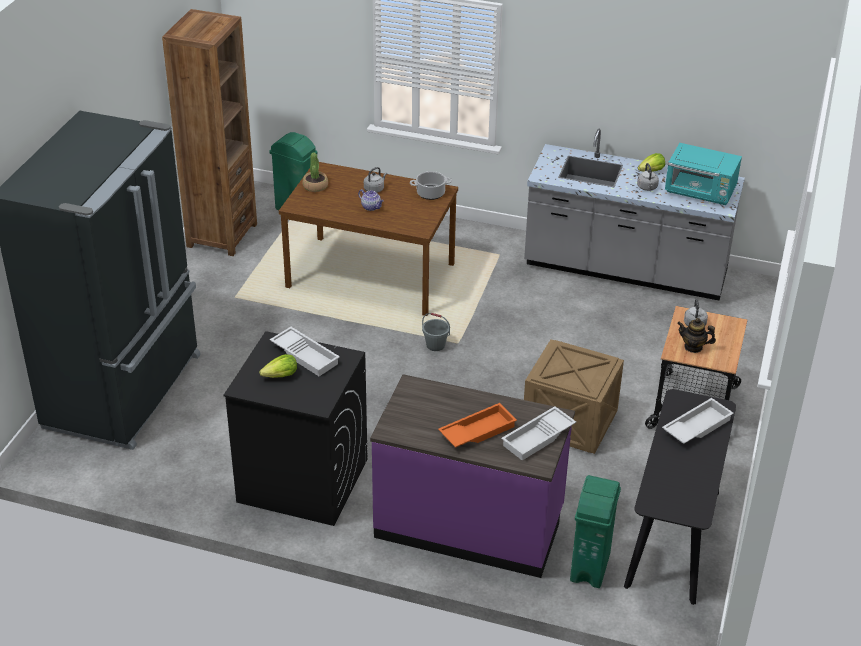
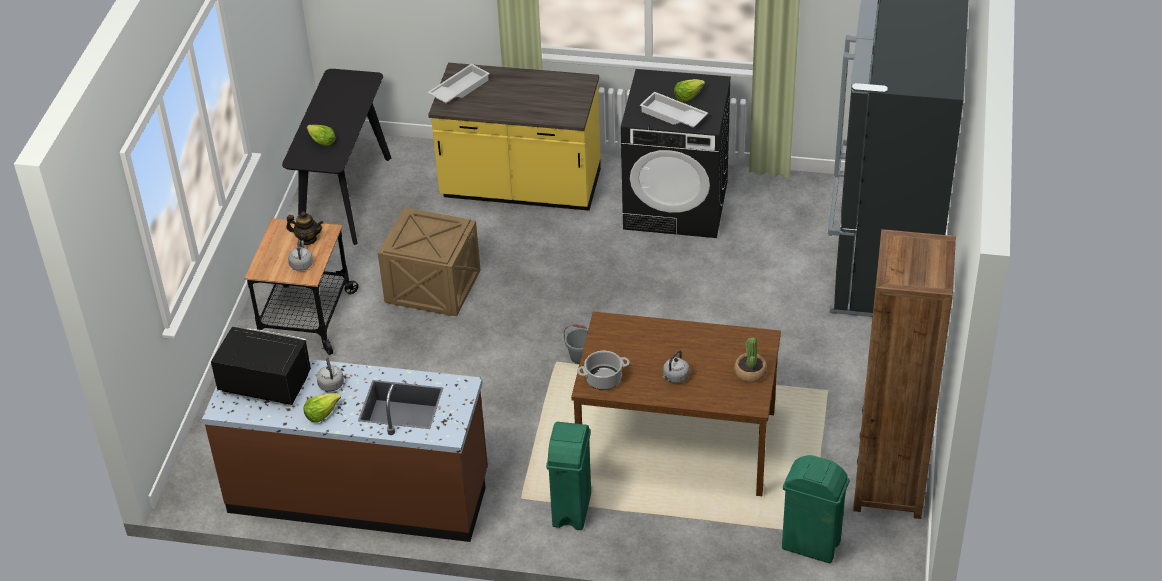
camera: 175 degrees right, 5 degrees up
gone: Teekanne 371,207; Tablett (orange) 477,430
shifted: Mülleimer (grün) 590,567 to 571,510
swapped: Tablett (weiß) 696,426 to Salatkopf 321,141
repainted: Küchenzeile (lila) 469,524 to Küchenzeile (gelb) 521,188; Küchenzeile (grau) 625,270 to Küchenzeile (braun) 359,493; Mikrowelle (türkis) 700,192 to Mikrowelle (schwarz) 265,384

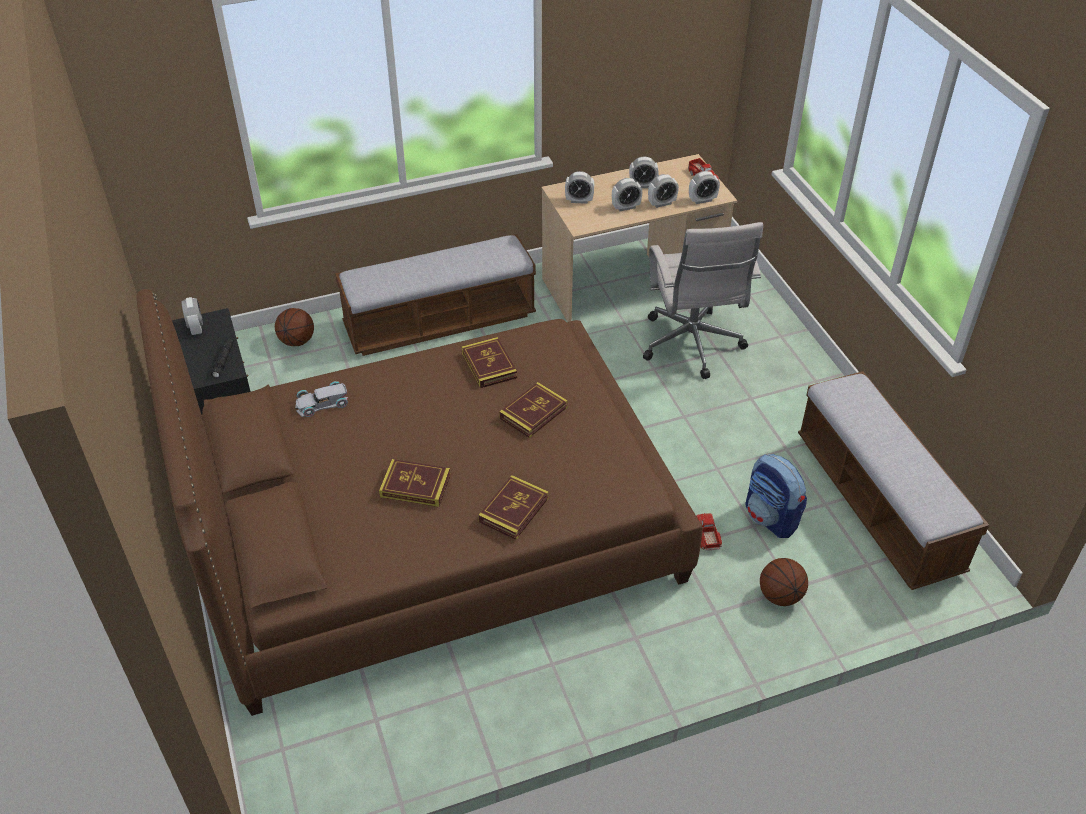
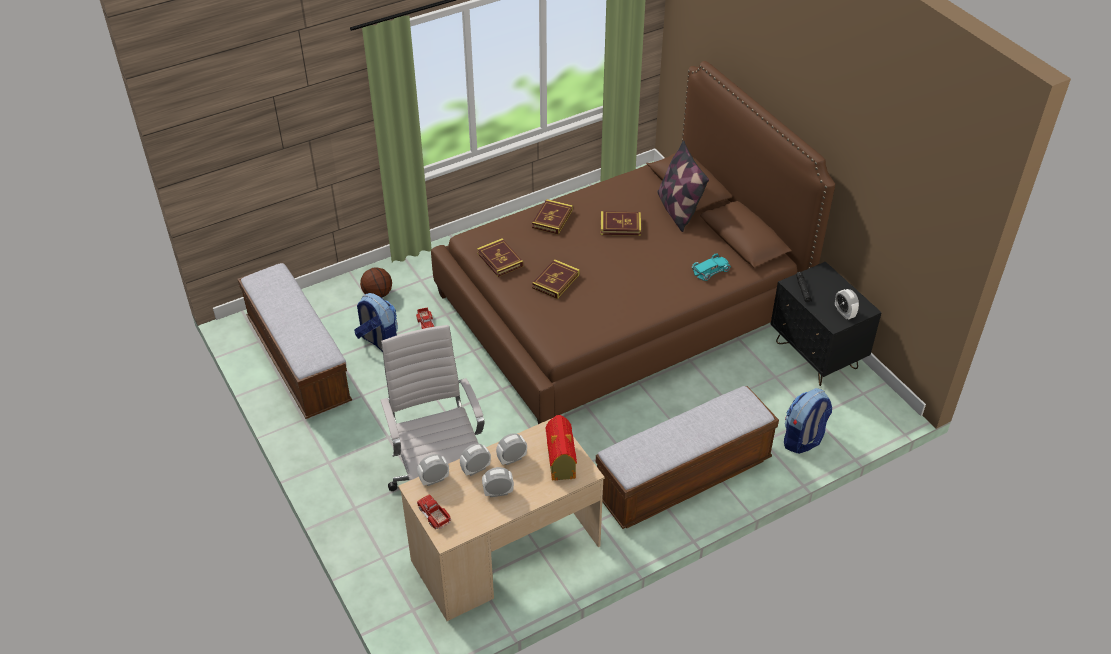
camera: 170 degrees right, 0 degrees up
new: Kissen 678,210
shifted: Buch 489,365 to 500,260
swapped: Basketball 297,341 to Rucksack 803,439; Wecker 579,200 to Spielzeughaus 561,462
repainted: Spielzeugauto (weiß) 321,403 to Spielzeugauto (türkis) 711,270

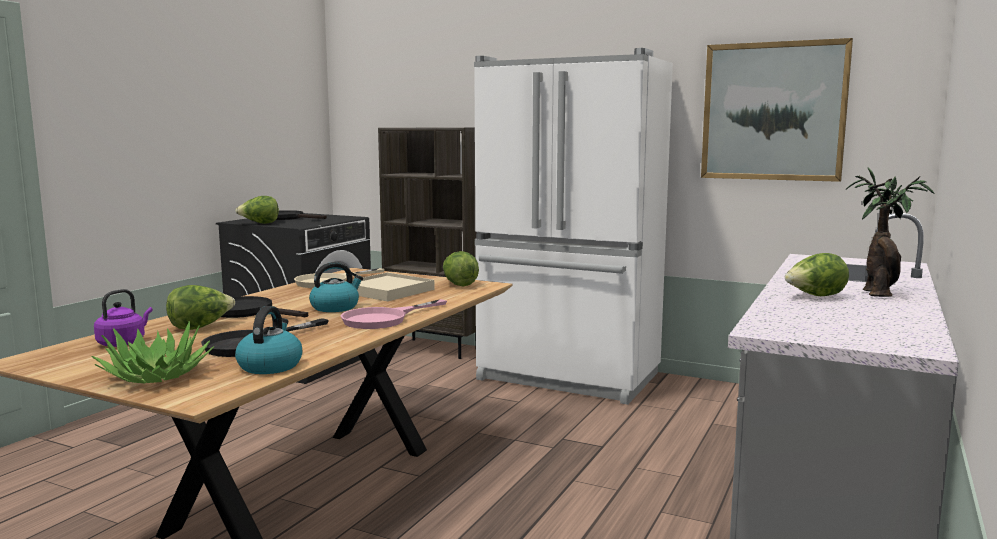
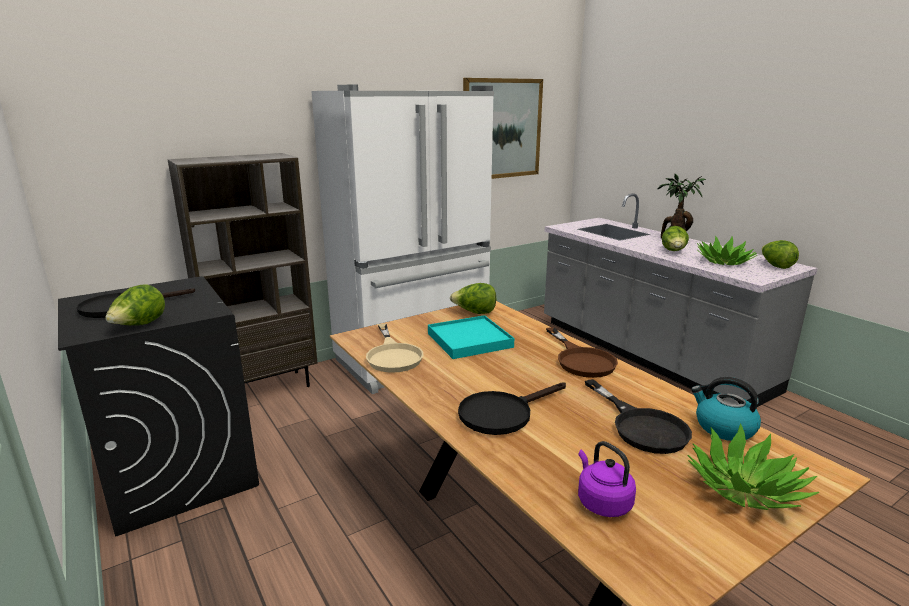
camera: 60 degrees left, 10 degrees up
gone: Wasserkessel 335,307
new: Topfpflanze 724,262
shifted: Salatkopf 200,327 to 775,266
repainted: Pfanne (rosa) 384,319 to Pfanne (braun) 581,360; Tablett (beige) 387,291 to Tablett (türkis) 469,340

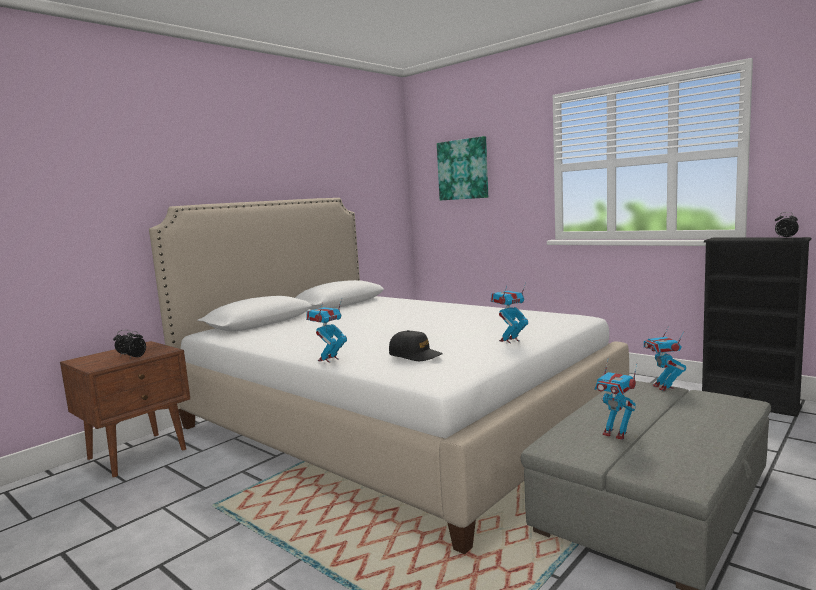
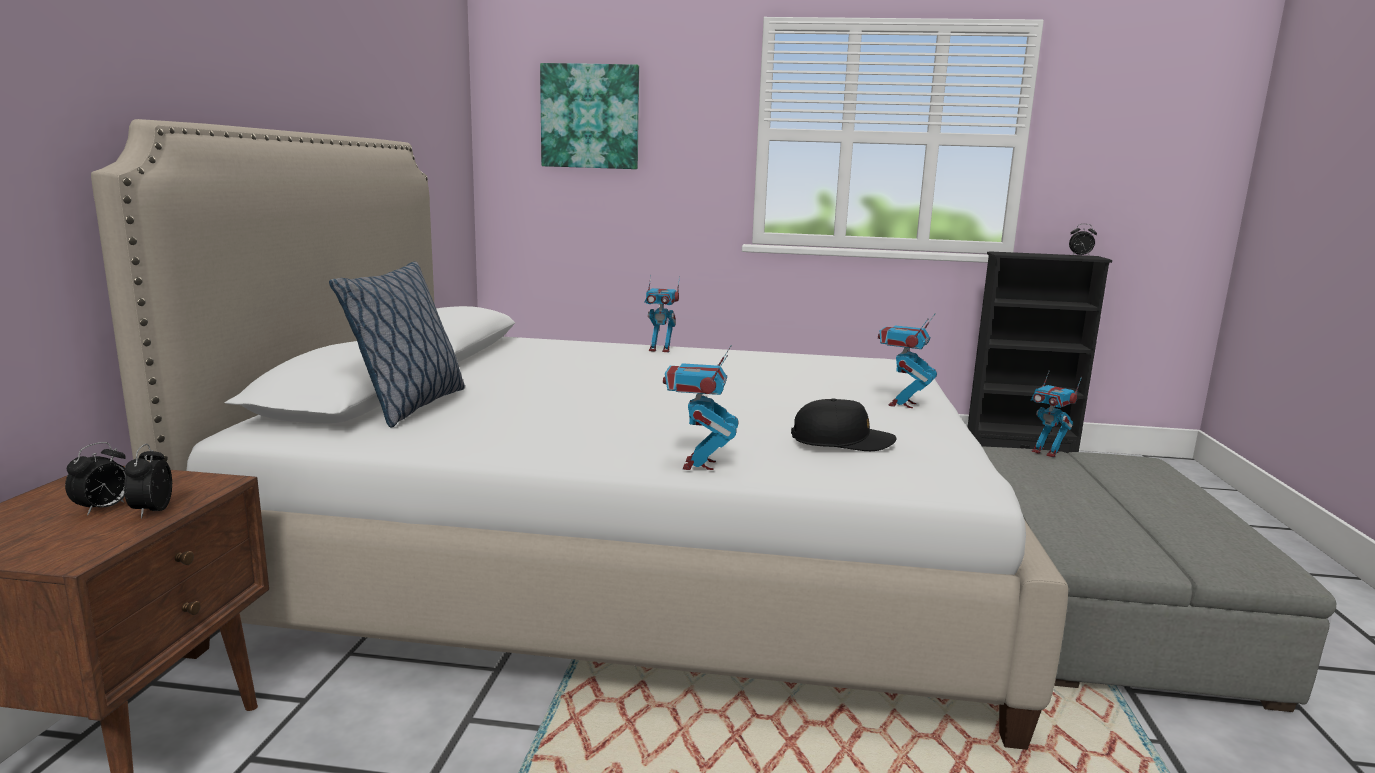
camera: 35 degrees left, 5 degrees up
new: Kissen 409,406
shifted: Spielzeugroboter 615,434 to 660,350

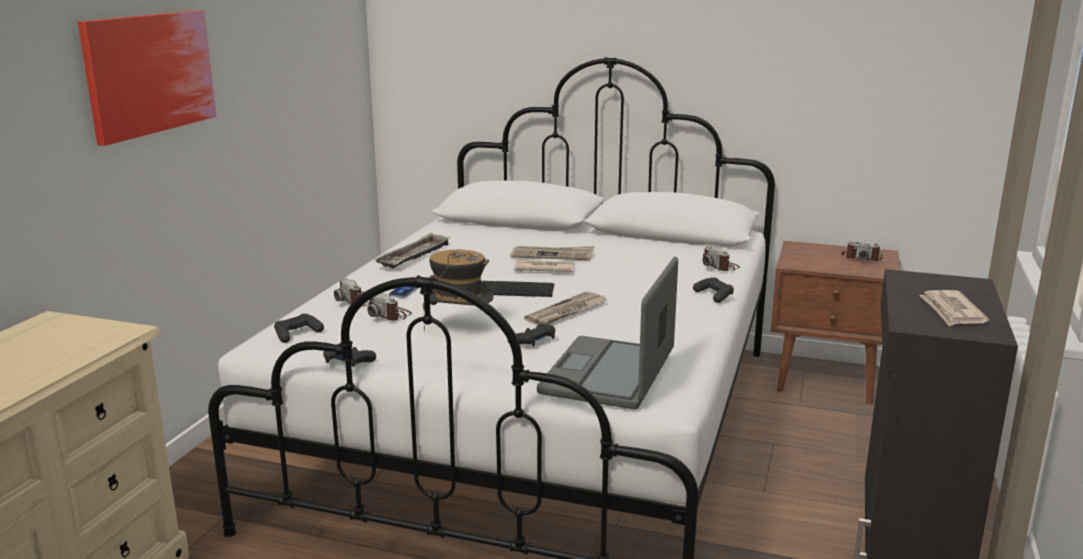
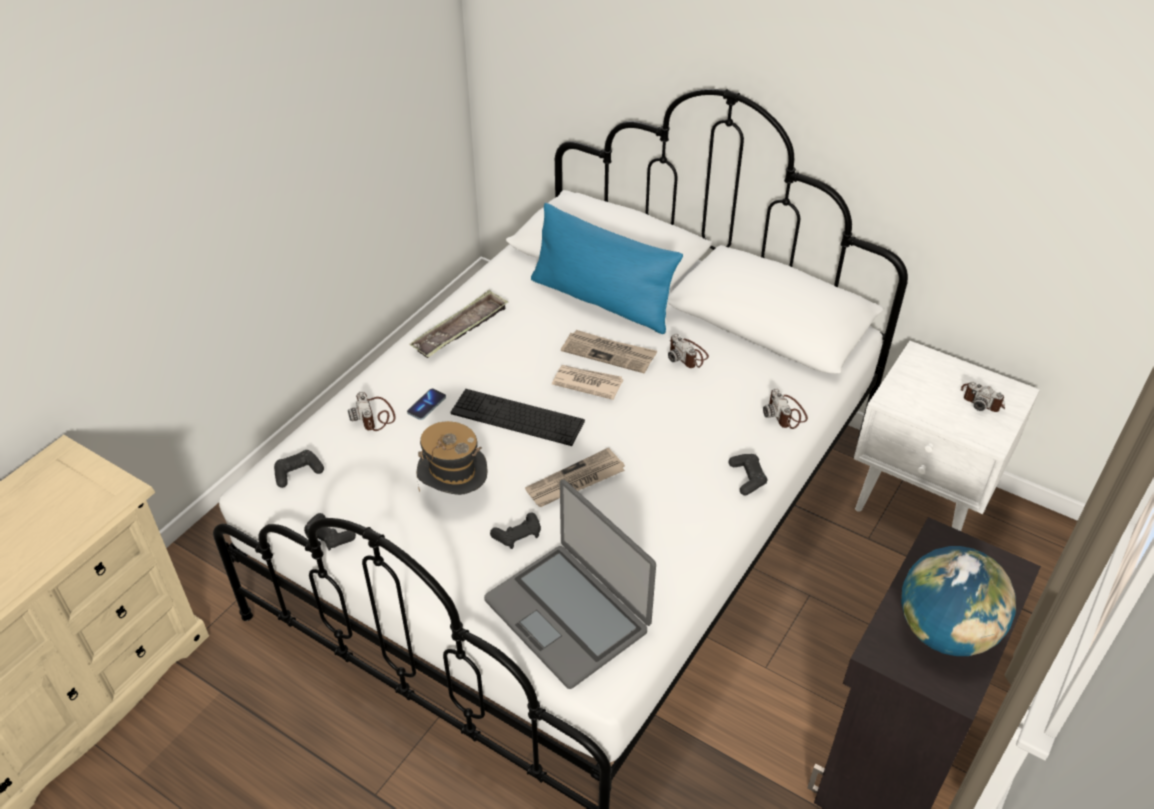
camera: 15 degrees right, 25 degrees up
gone: Bild 150,73
new: Kissen (blau) 601,300
shifted: Kamera 389,315 to 687,355
swapped: Zeitung 951,311 to Globus 945,631
repainted: Nachttisch (braun) 827,380 to Nachttisch (weiß) 921,502
rotated: Laptop 609,374 = 568,614 75 degrees counterclockwise

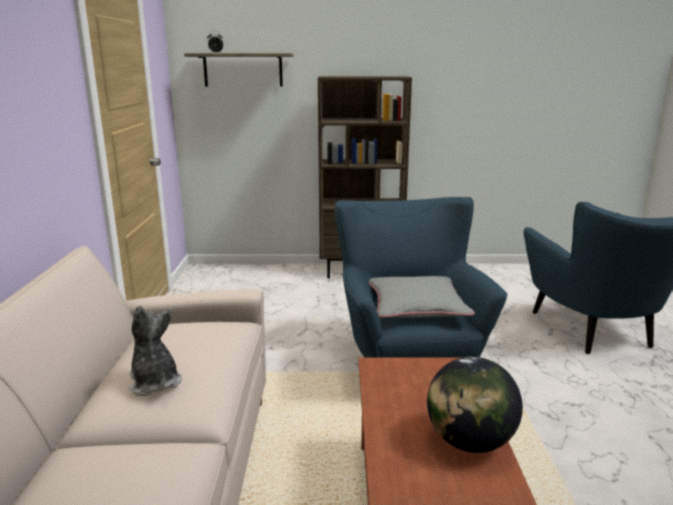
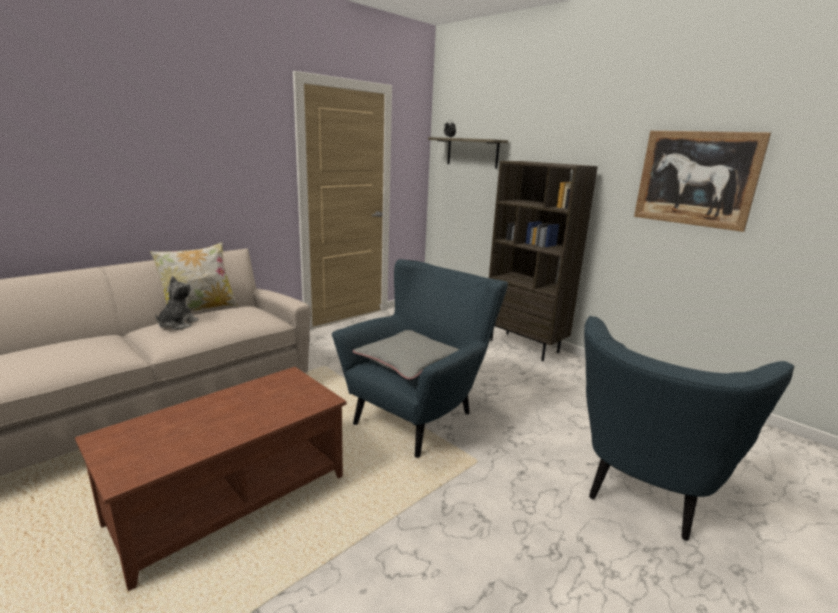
camera: 45 degrees right, 0 degrees up
gone: Globus 469,442
new: Kissen 199,310; Bild 696,178

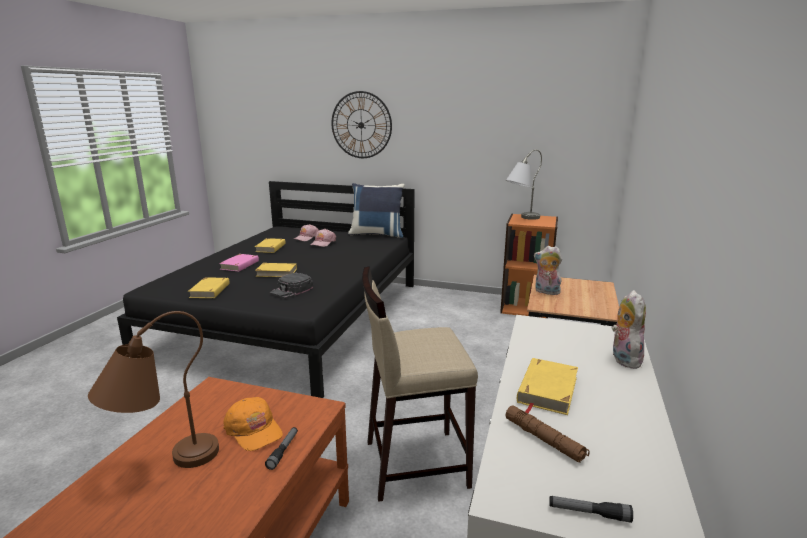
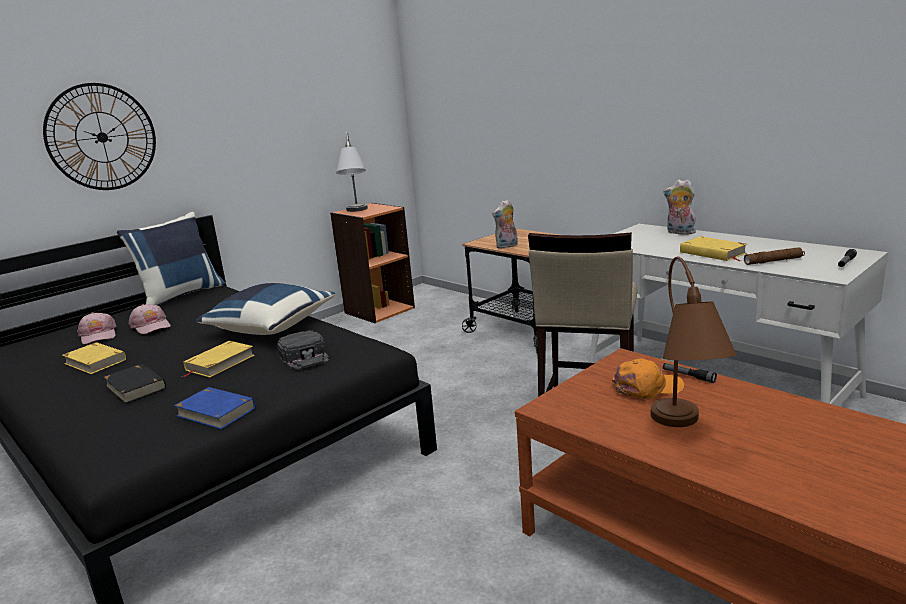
camera: 60 degrees left, 0 degrees up
new: Kissen (blau) 270,327
repainted: Buch (gelb) 210,290 to Buch (blau) 216,412; Buch (rosa) 240,265 to Buch (schwarz) 136,387

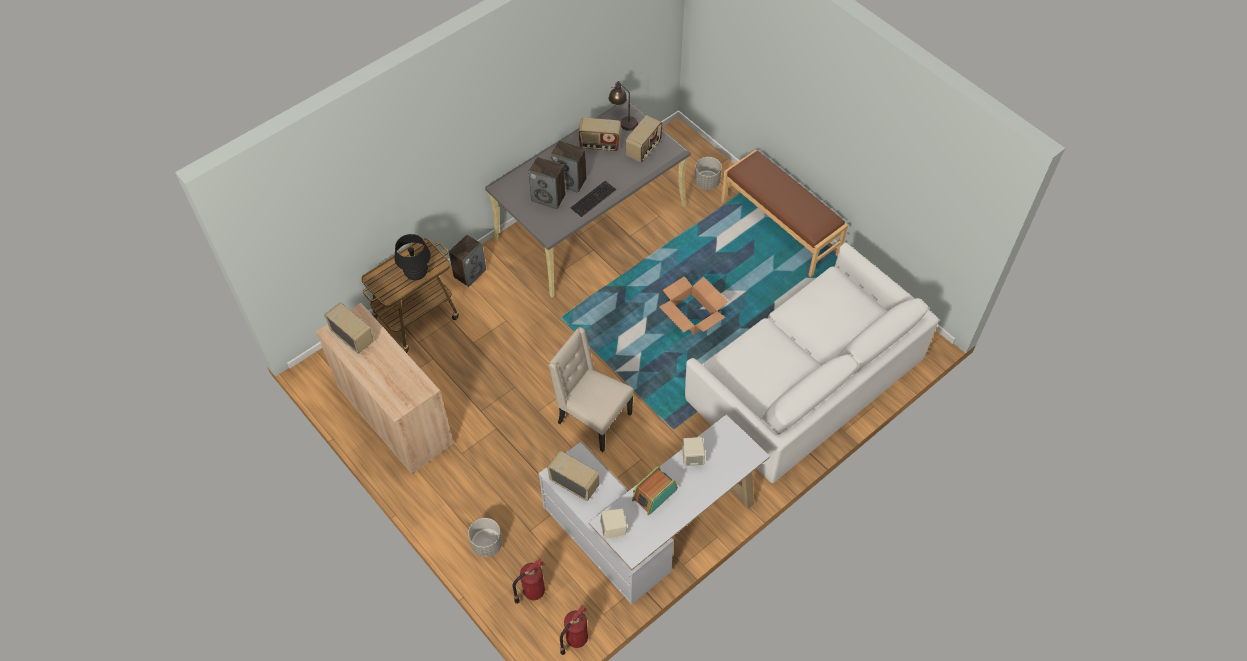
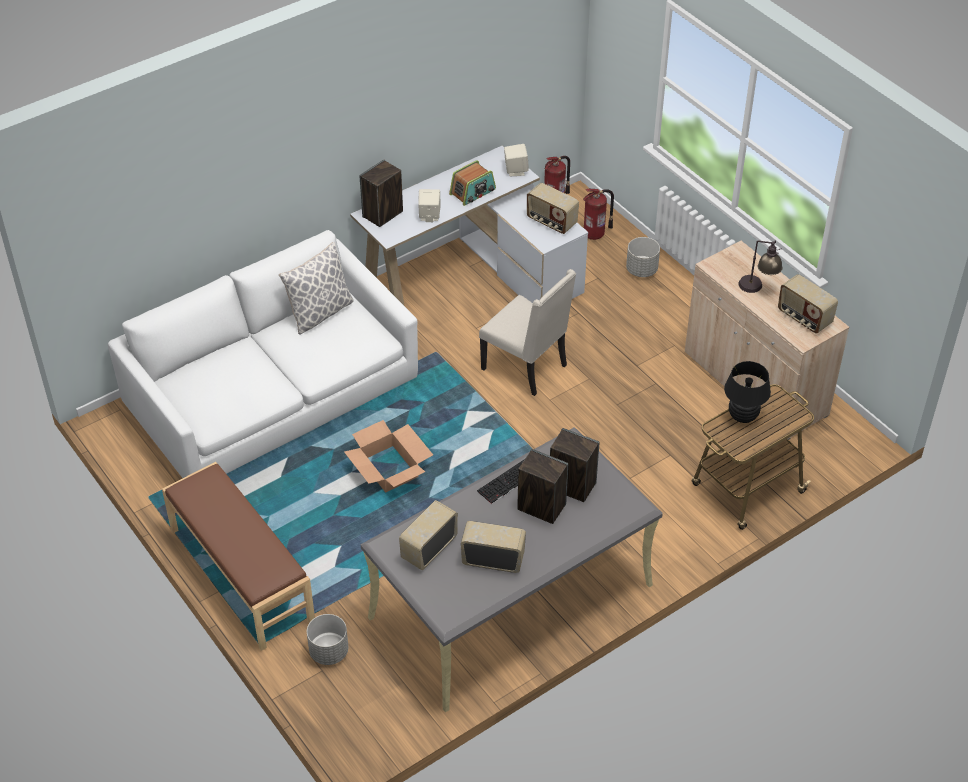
camera: 175 degrees left, 10 degrees down
new: Kissen 320,313
shifted: Lautsprecher 470,273 to 382,214; Tischlampe 623,120 to 758,289

